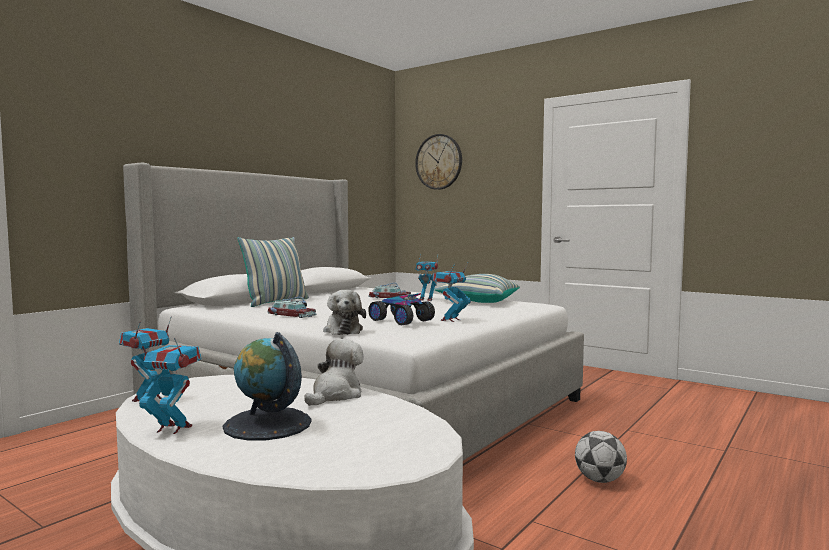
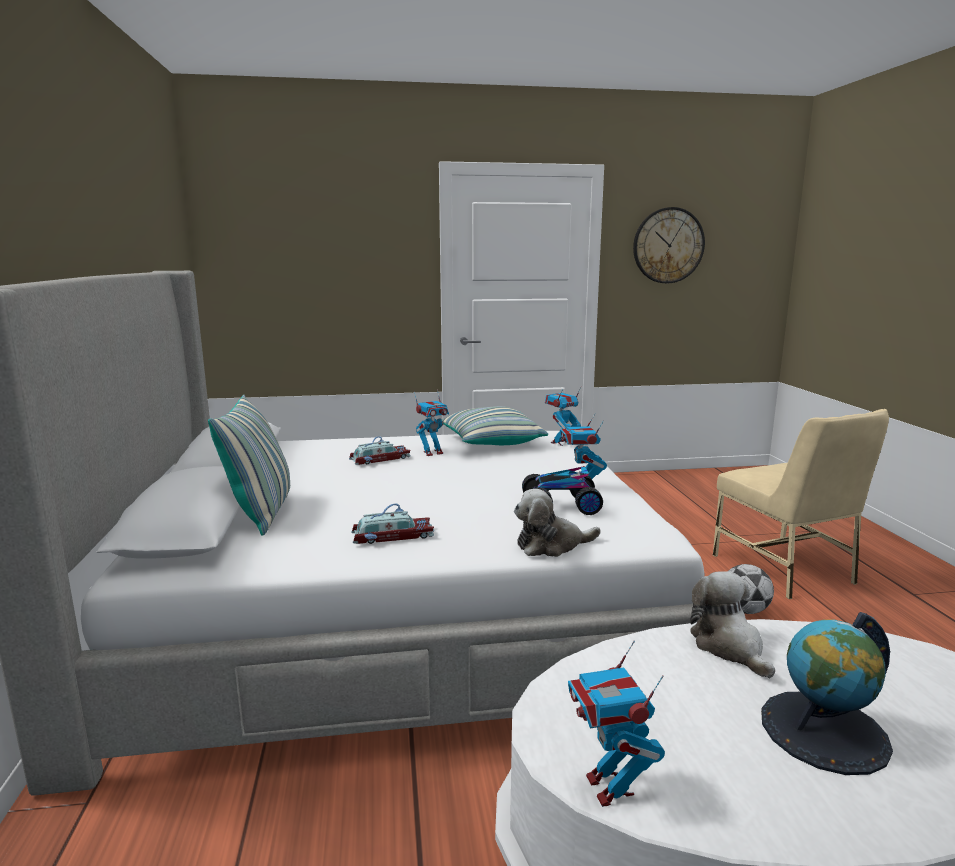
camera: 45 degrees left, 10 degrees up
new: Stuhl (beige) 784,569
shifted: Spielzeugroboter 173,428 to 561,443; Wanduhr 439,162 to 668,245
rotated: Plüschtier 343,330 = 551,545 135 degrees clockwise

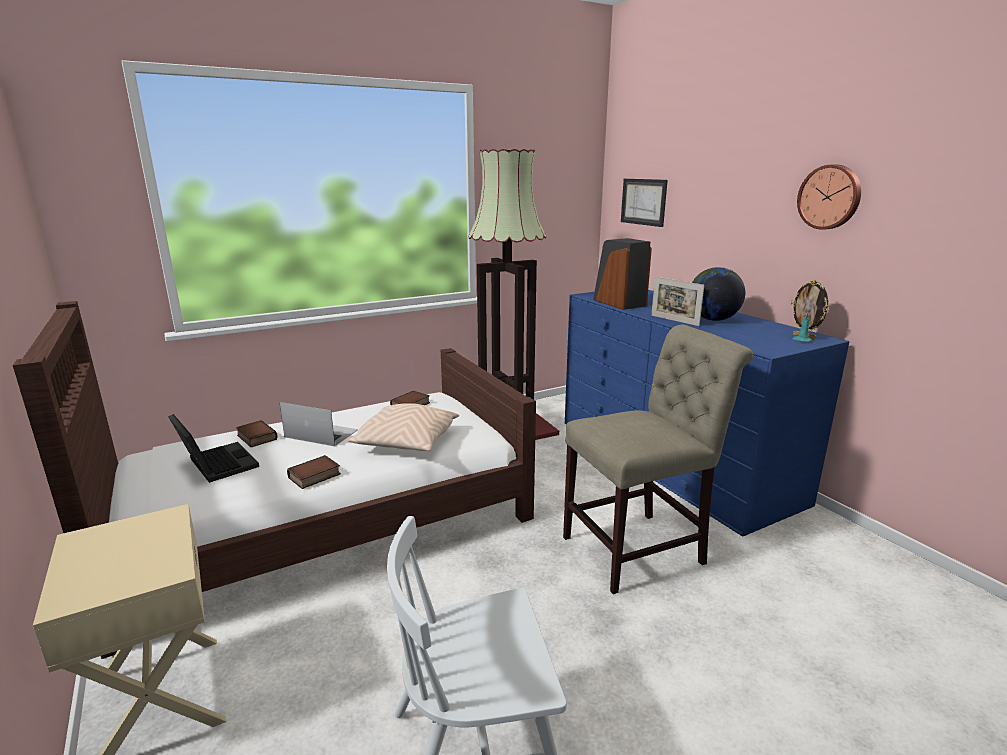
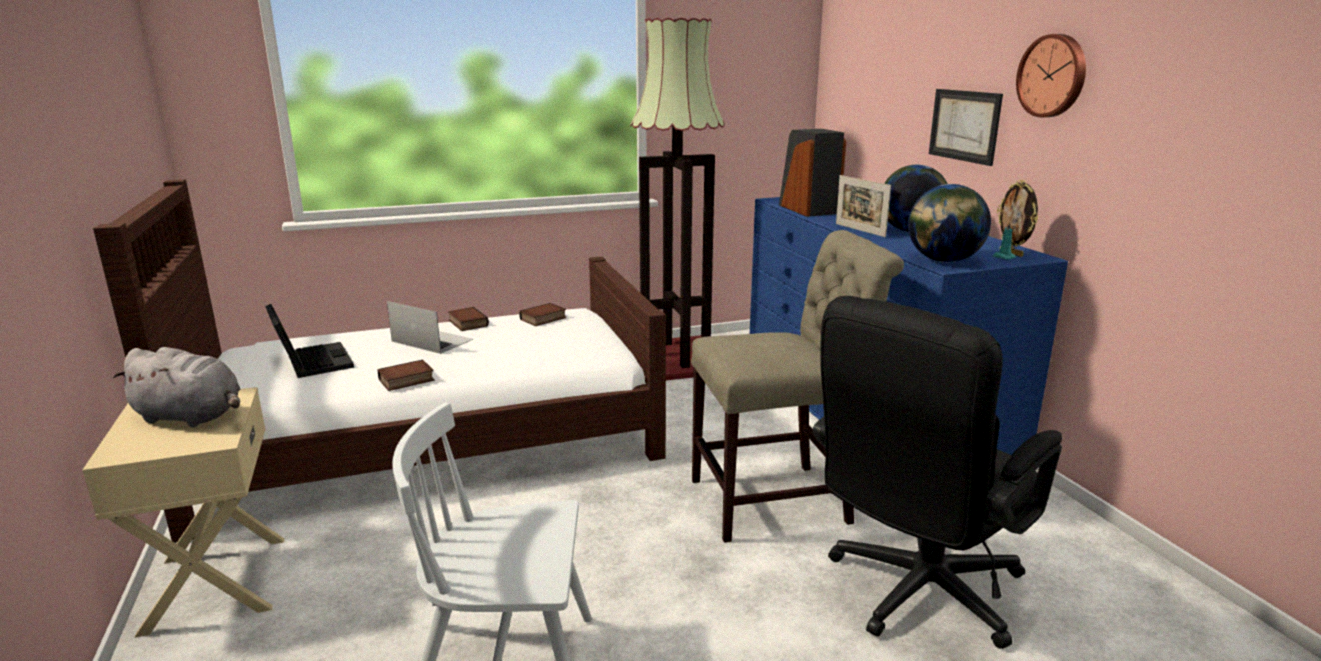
camera: 10 degrees right, 0 degrees up
gone: Kissen (beige) 406,442
new: Plüschtier (grau) 192,417; Bürostuhl (schwarz) 915,595; Globus 943,261
shifted: Buch 255,437 to 466,323; Bild 643,202 to 964,125

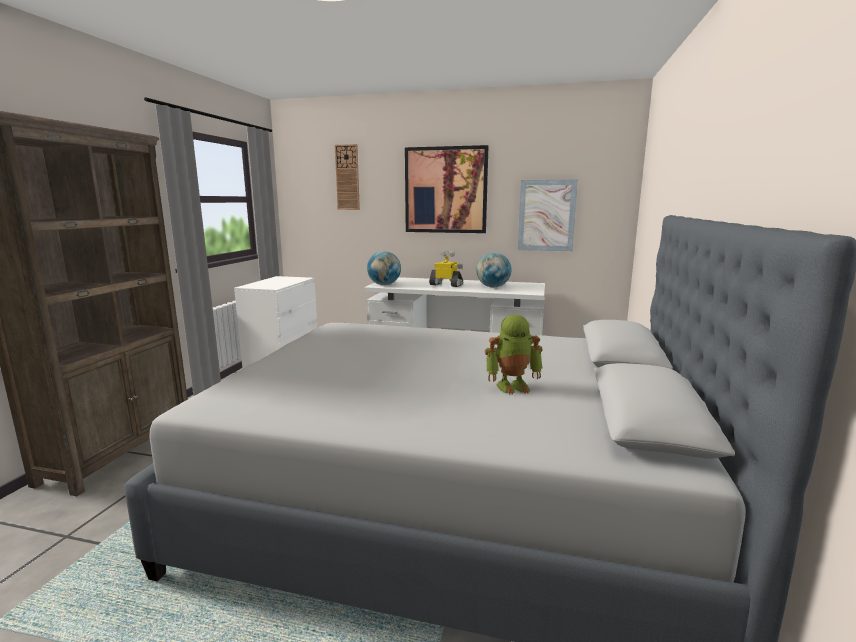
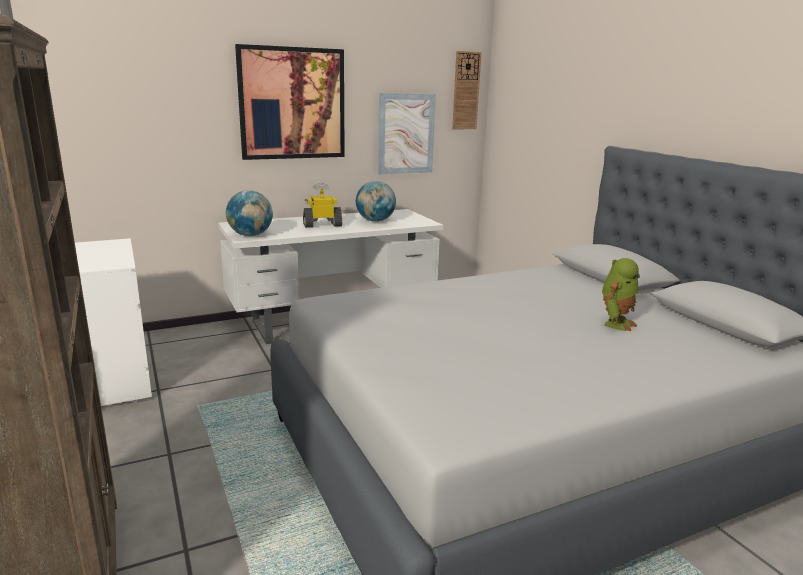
camera: 40 degrees left, 5 degrees up
shifted: Wanduhr 347,177 to 466,91

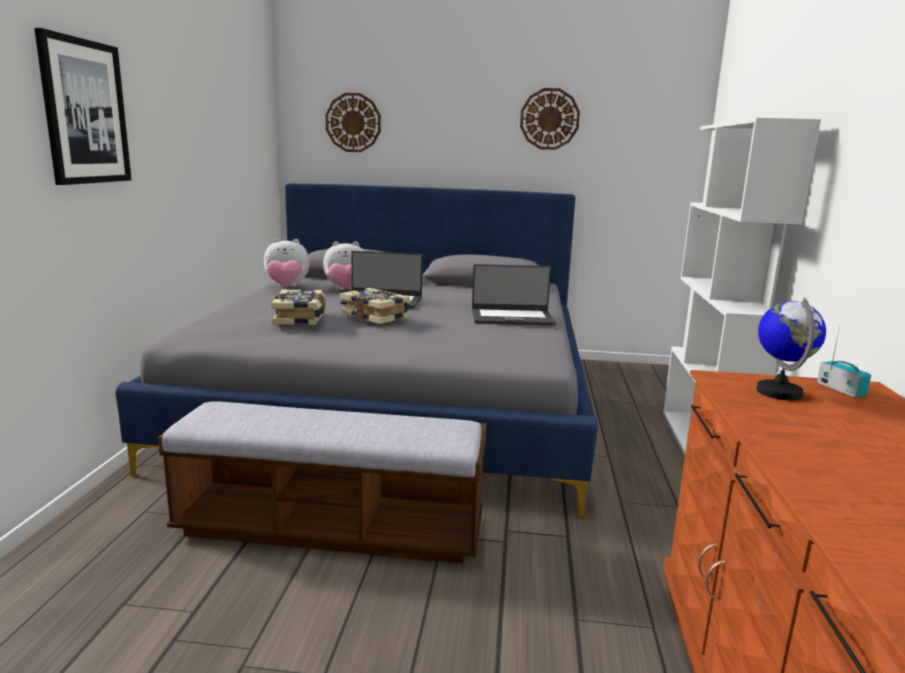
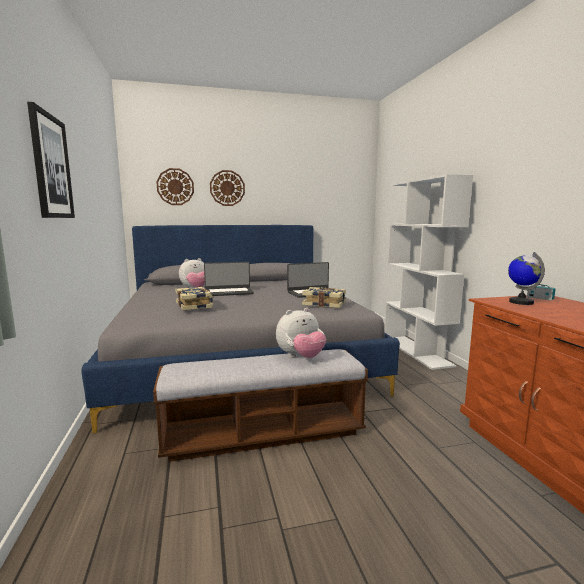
camera: 20 degrees left, 5 degrees down
shifted: Plüschtier 286,287 to 301,357; Buch 376,316 to 324,304; Wanduhr 549,119 to 227,188

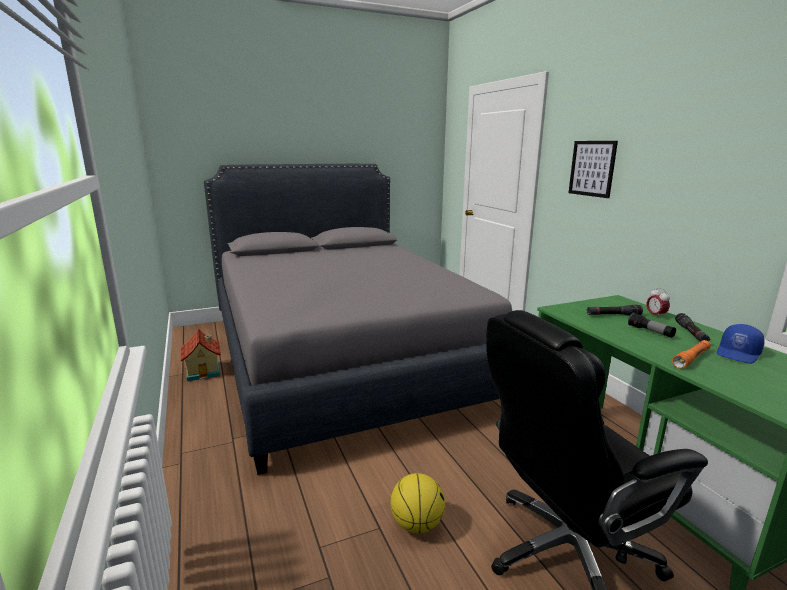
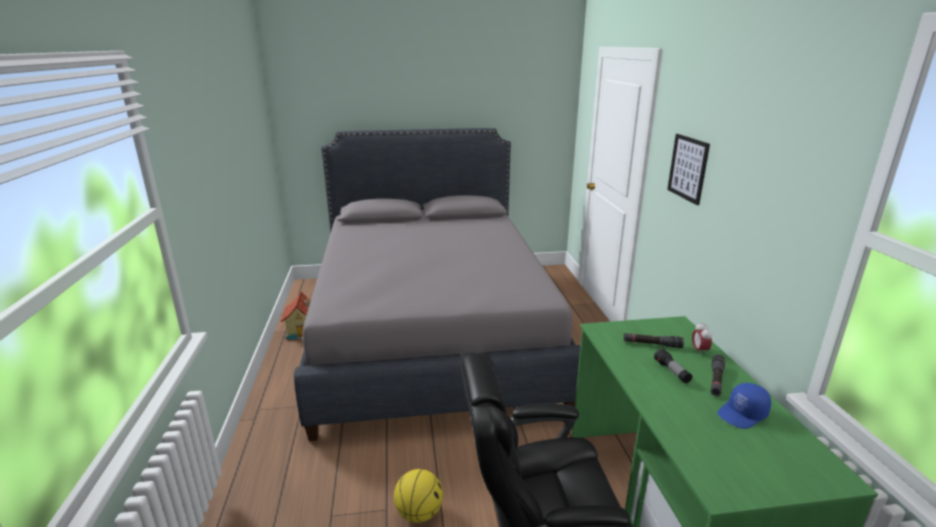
camera: 15 degrees right, 5 degrees up
gone: Taschenlampe (orange) 691,359

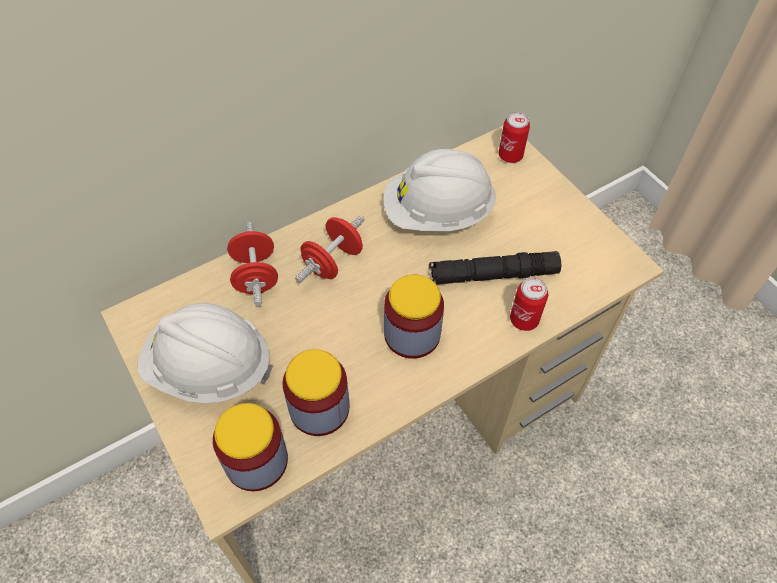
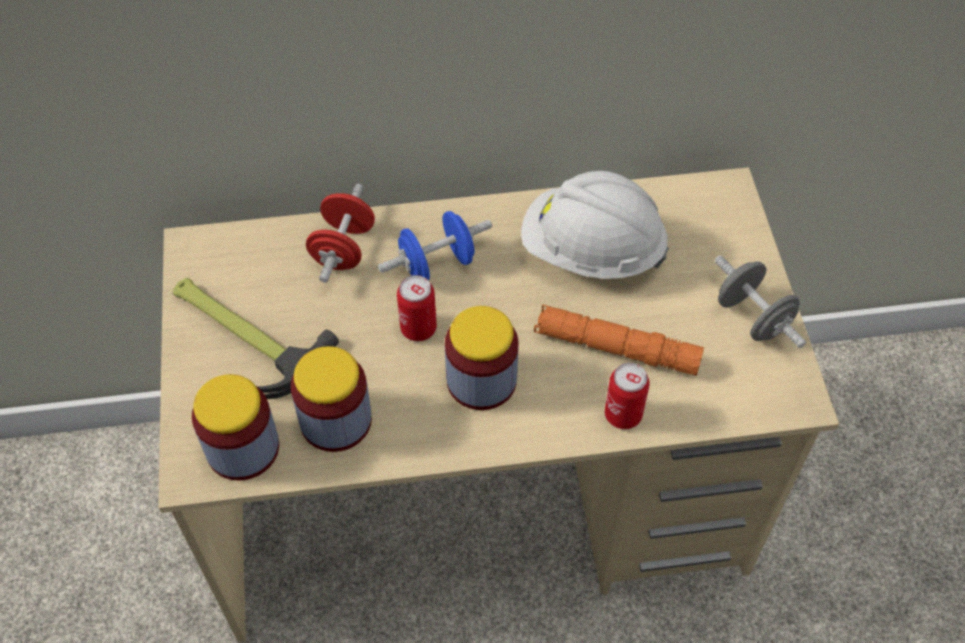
camera: 25 degrees right, 0 degrees up
new: Hantel (grau) 752,318
shifted: Dose 510,156 to 418,328
swapped: Schutzhelm (weiß) 209,369 to Hammer 243,333
repainted: Hantel (rot) 333,262 to Hantel (blau) 437,264; Taschenlampe (schwarz) 493,275 to Taschenlampe (orange) 616,348

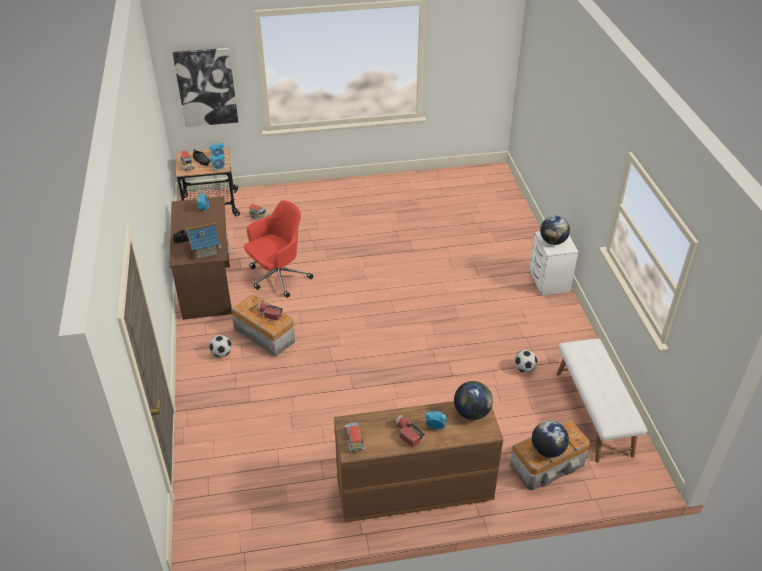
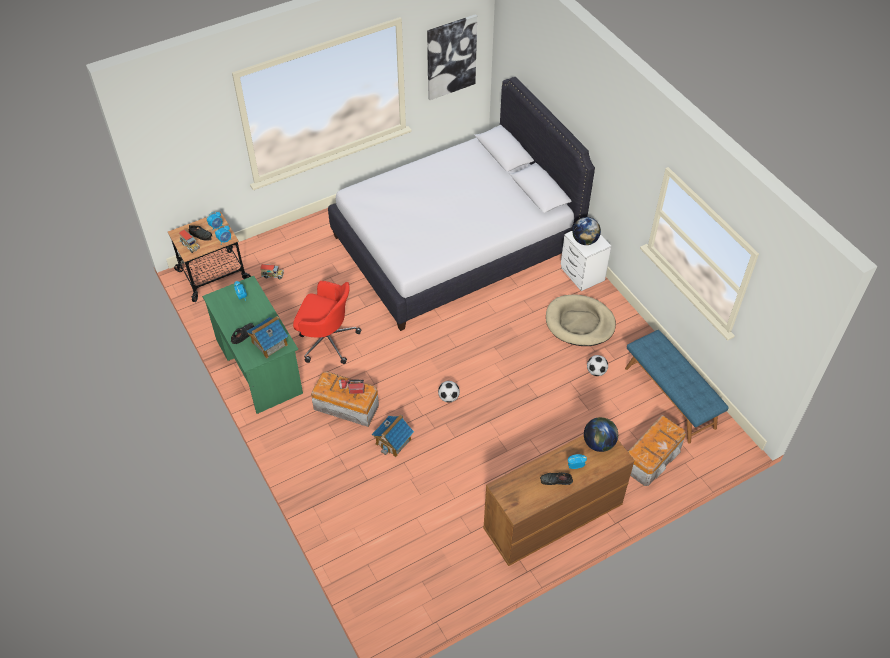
camera: 20 degrees left, 10 degrees up
gone: Spielzeuglaster 354,440; Globus 547,450
new: Bett (weiß) 455,244; Spielzeughaus 393,441; Hundebett (beige) 579,323
shifted: Bild 206,87 to 451,57; Fußball 221,353 to 448,397
swapped: Taschenlampe 407,434 to Schuh (schwarz) 555,480
repainted: Schreibtisch (braun) 207,282 to Schreibtisch (grün) 259,366; Bank (weiß) 594,413 to Bank (blau) 670,397
rotated: Bürostuhl (rot) 278,277 = 327,340 75 degrees clockwise

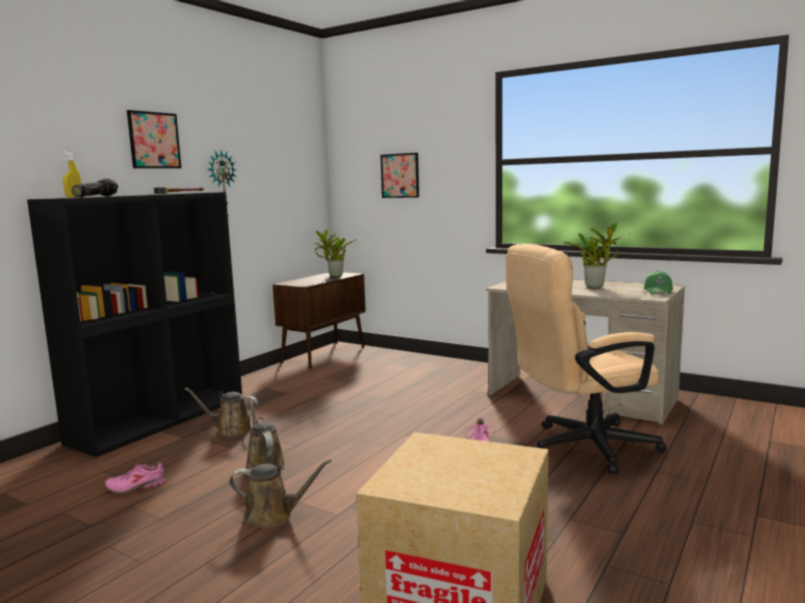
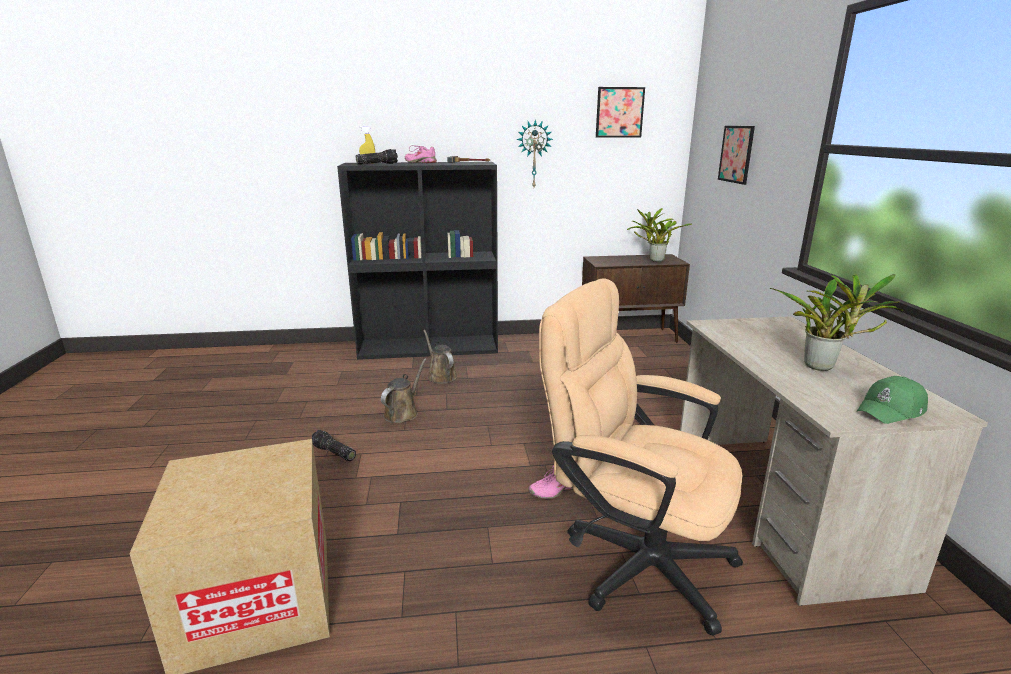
camera: 50 degrees right, 10 degrees up
shifted: Schuh (rosa) 136,487 to 420,162; Bild 154,140 to 619,112
swapped: Gießkanne (braun) 273,515 to Taschenlampe 333,453

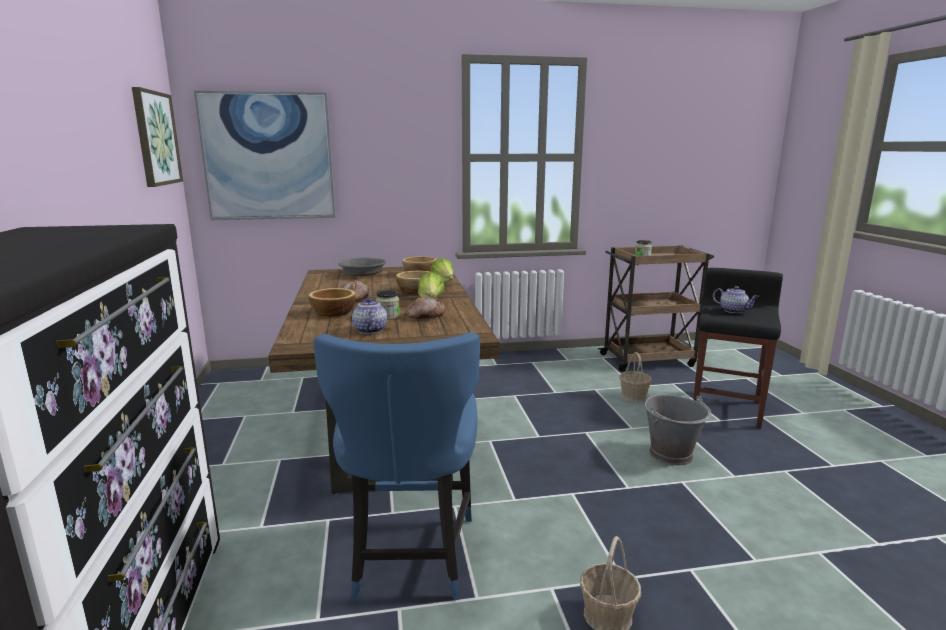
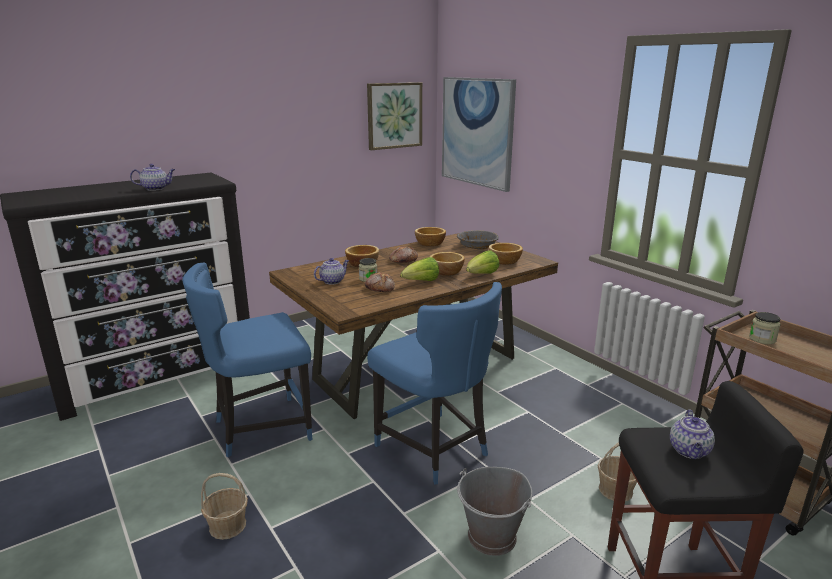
camera: 65 degrees right, 5 degrees up
new: Teekanne 156,188; Stuhl (blau) 434,449; Schüssel 429,244

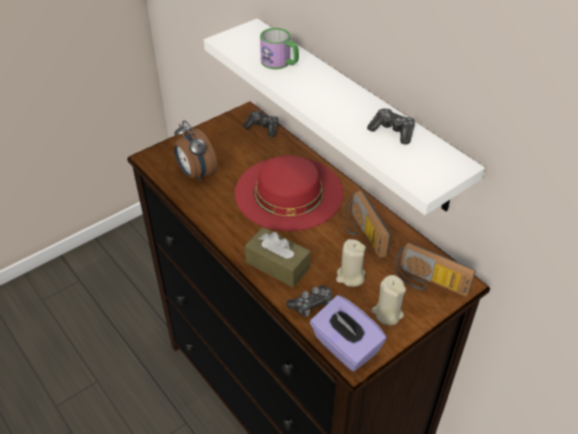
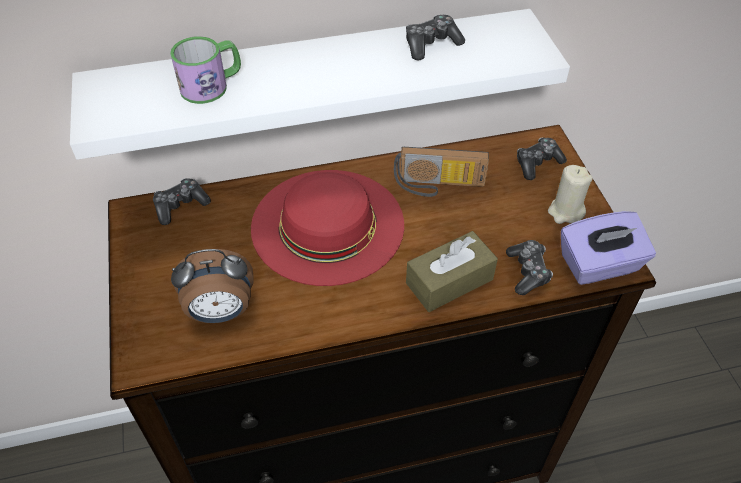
camera: 65 degrees left, 5 degrees up
gone: Kerze (beige) 350,276
swapped: Radio 429,283 to Gamepad 537,163

